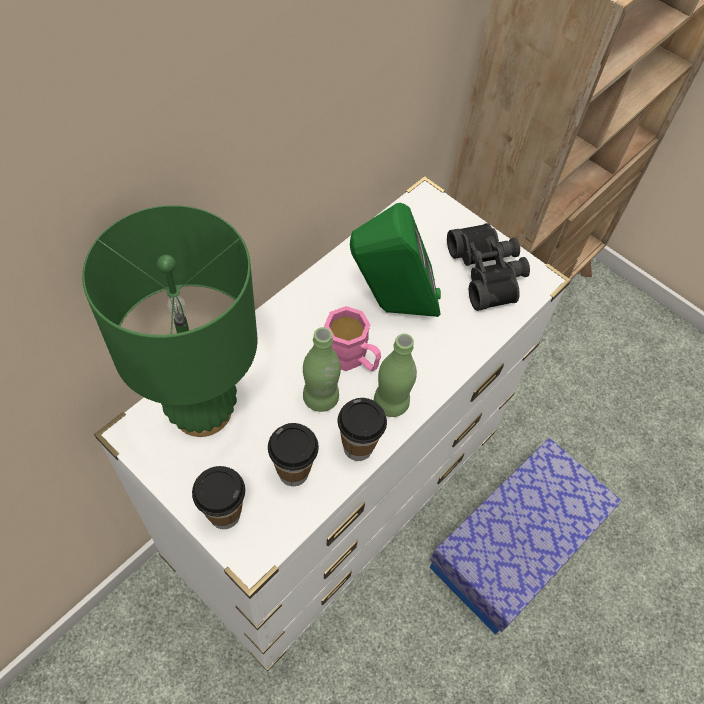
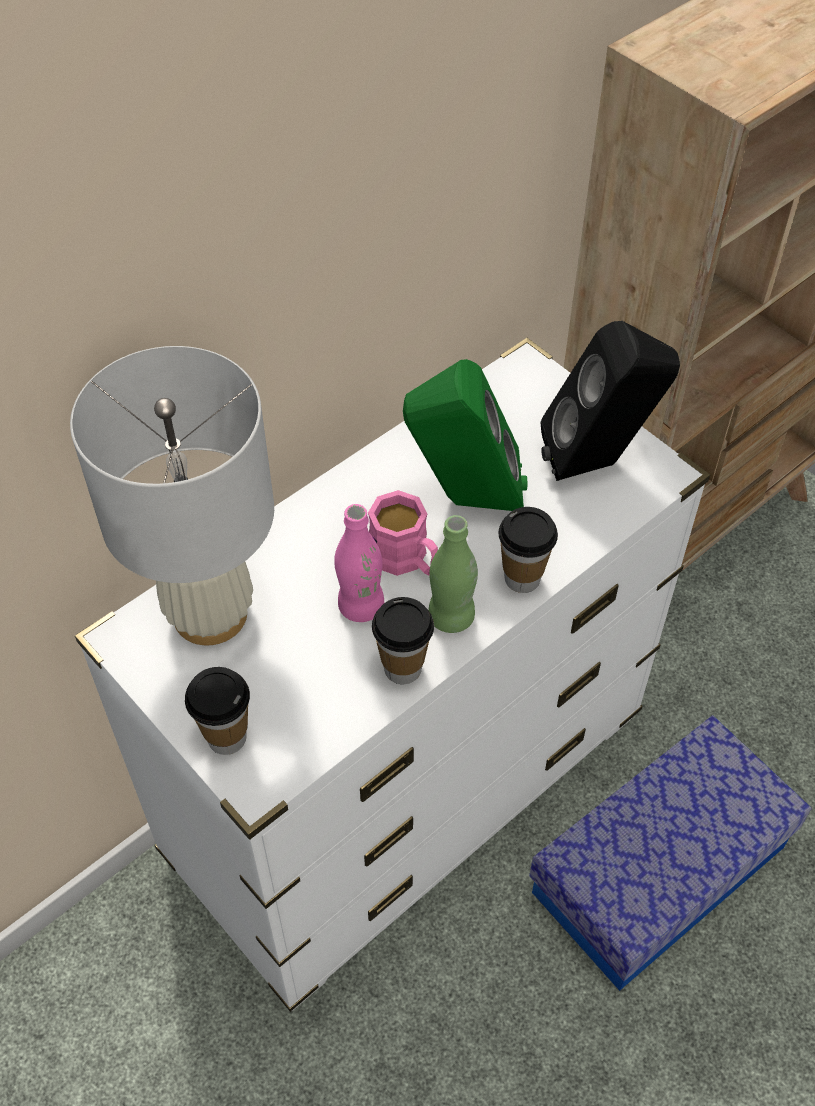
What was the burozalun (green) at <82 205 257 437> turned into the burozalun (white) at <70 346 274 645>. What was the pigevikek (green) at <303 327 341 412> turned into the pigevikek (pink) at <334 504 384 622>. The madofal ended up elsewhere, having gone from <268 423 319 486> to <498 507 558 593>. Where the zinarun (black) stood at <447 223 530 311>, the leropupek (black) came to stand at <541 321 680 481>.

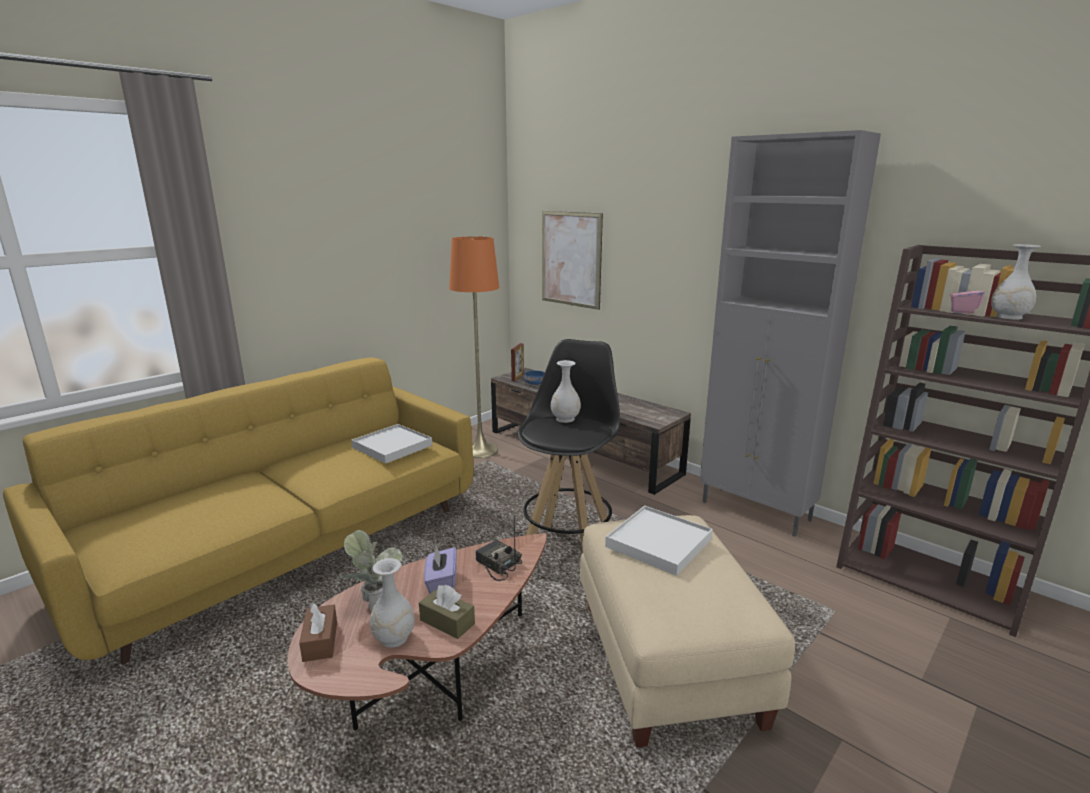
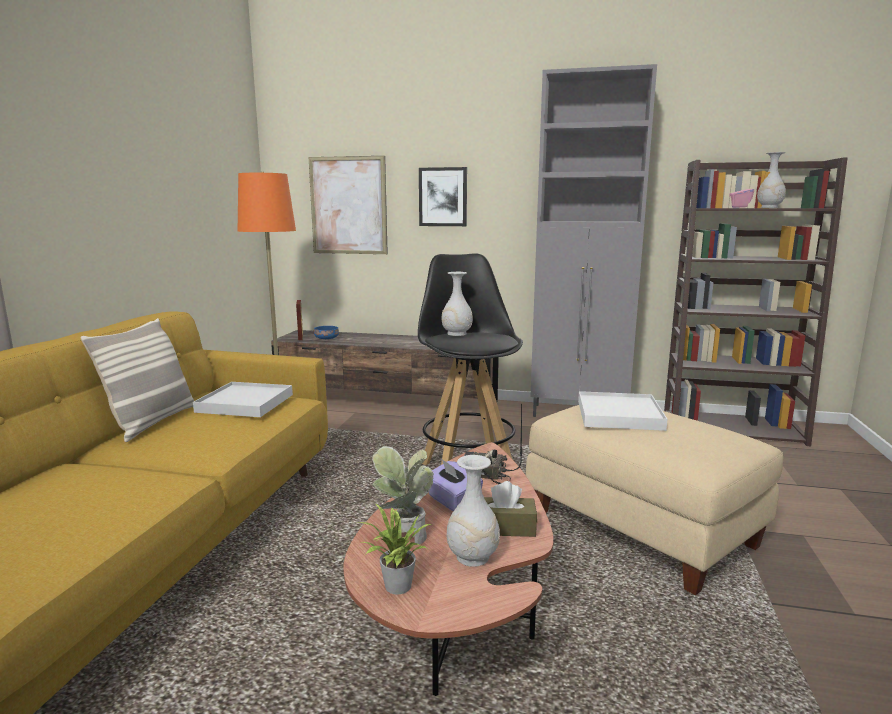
The second view gained the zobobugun at <81 318 194 442>. Where the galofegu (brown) stood at <299 603 337 662>, the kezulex came to stand at <357 503 431 594>. The second view gained the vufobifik at <419 167 467 226>.

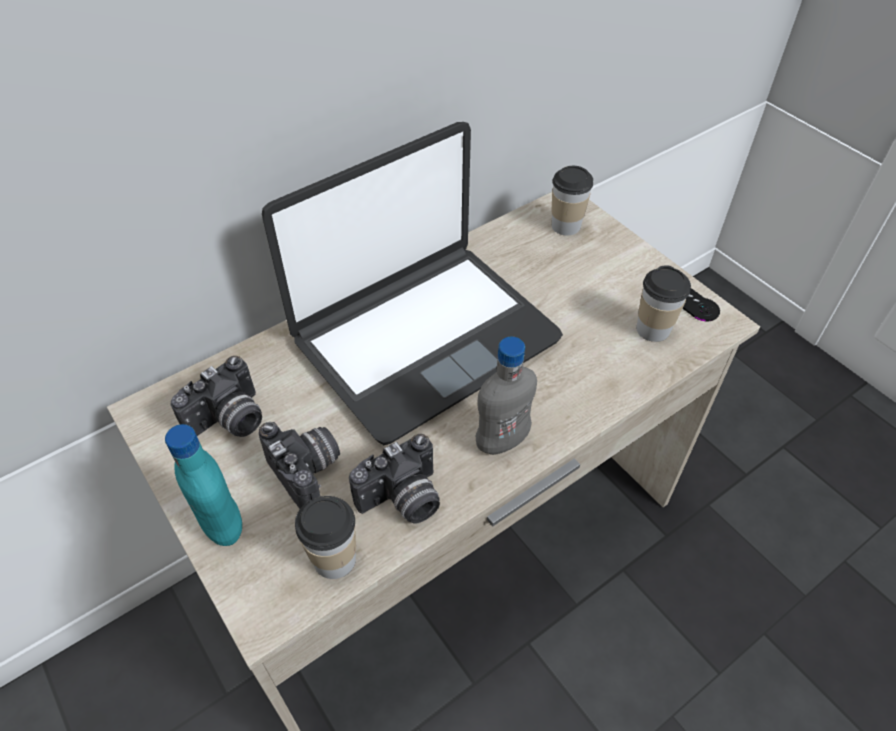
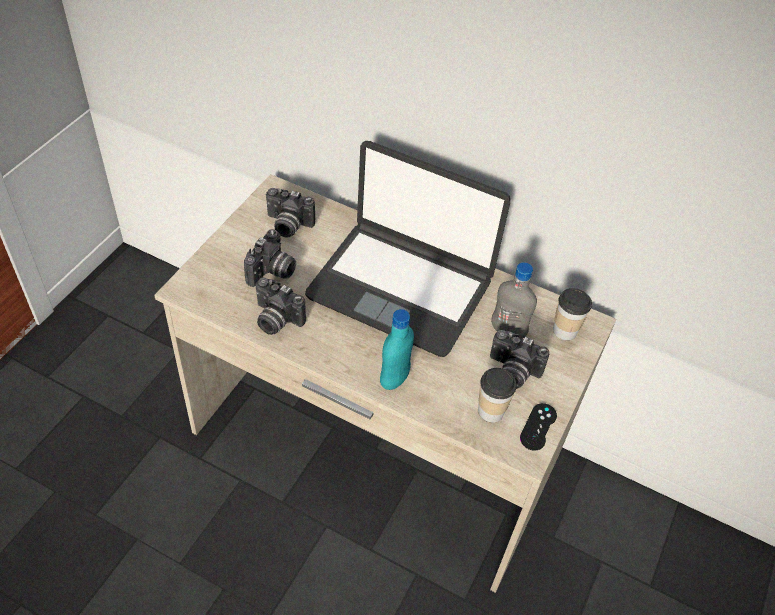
The pigevikek (turquoise) ended up elsewhere, having gone from <165 424 242 546> to <380 309 414 390>. The second view gained the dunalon at <490 330 549 389>. The pigevikek (grey) ended up elsewhere, having gone from <476 337 537 455> to <491 262 537 339>. The second view lost the madofal at <295 496 356 579>.

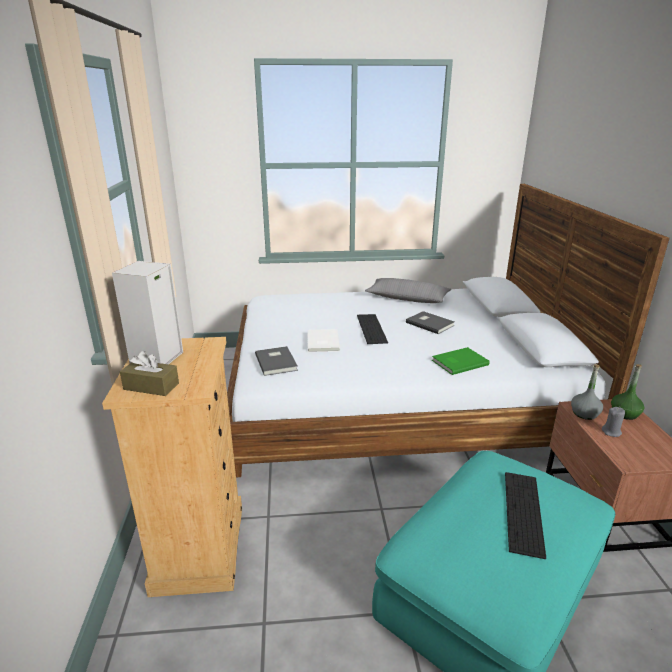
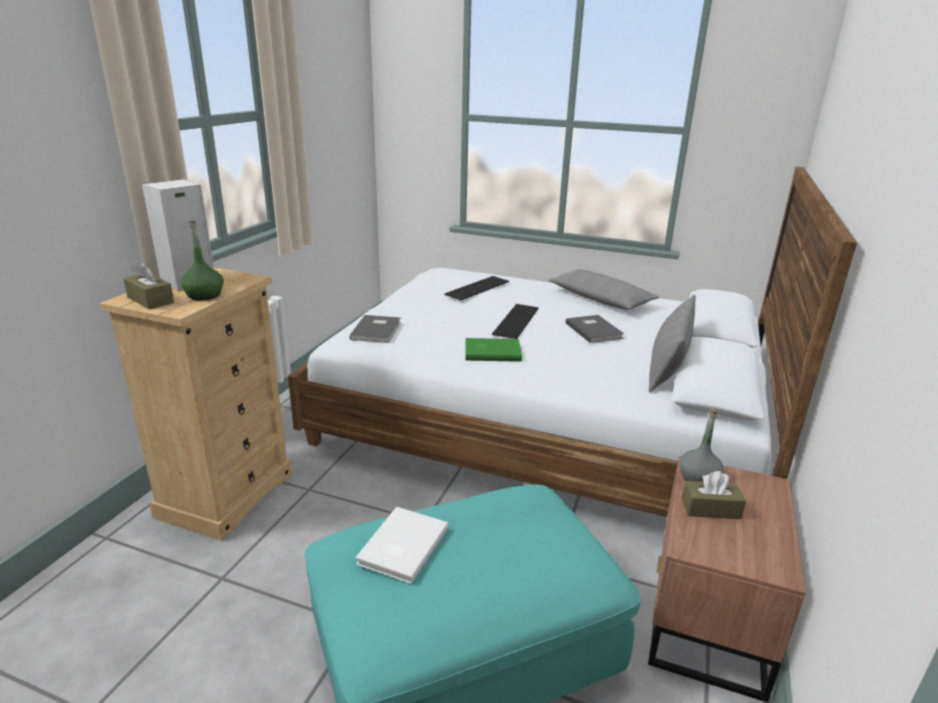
The pigevikek (green) ended up elsewhere, having gone from <611 364 644 420> to <181 221 224 300>. The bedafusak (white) ended up elsewhere, having gone from <308 329 340 352> to <355 507 449 584>. The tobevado ended up elsewhere, having gone from <505 472 546 559> to <444 276 509 300>. The bedafusak (green) ended up elsewhere, having gone from <432 347 490 375> to <465 338 522 362>. The second view gained the zobobugun (grey) at <649 295 696 392>. Where the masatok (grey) stood at <602 407 625 437>, the galofegu (brown) came to stand at <681 471 746 519>.

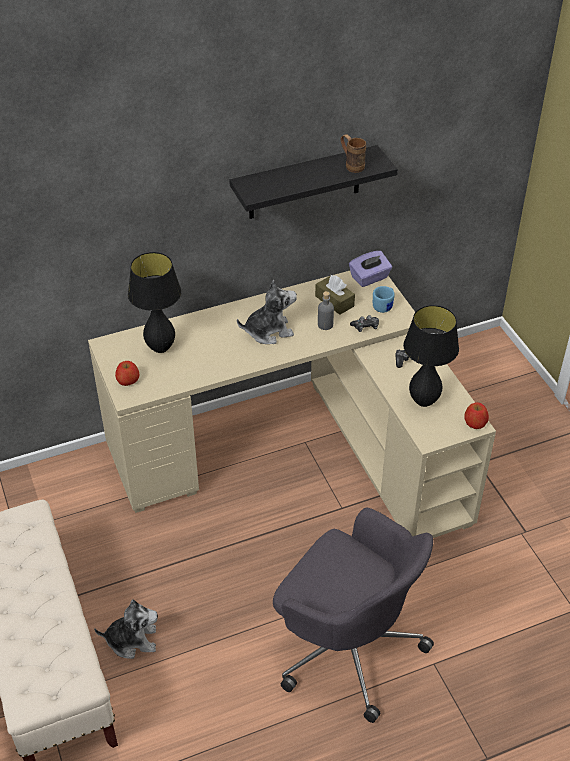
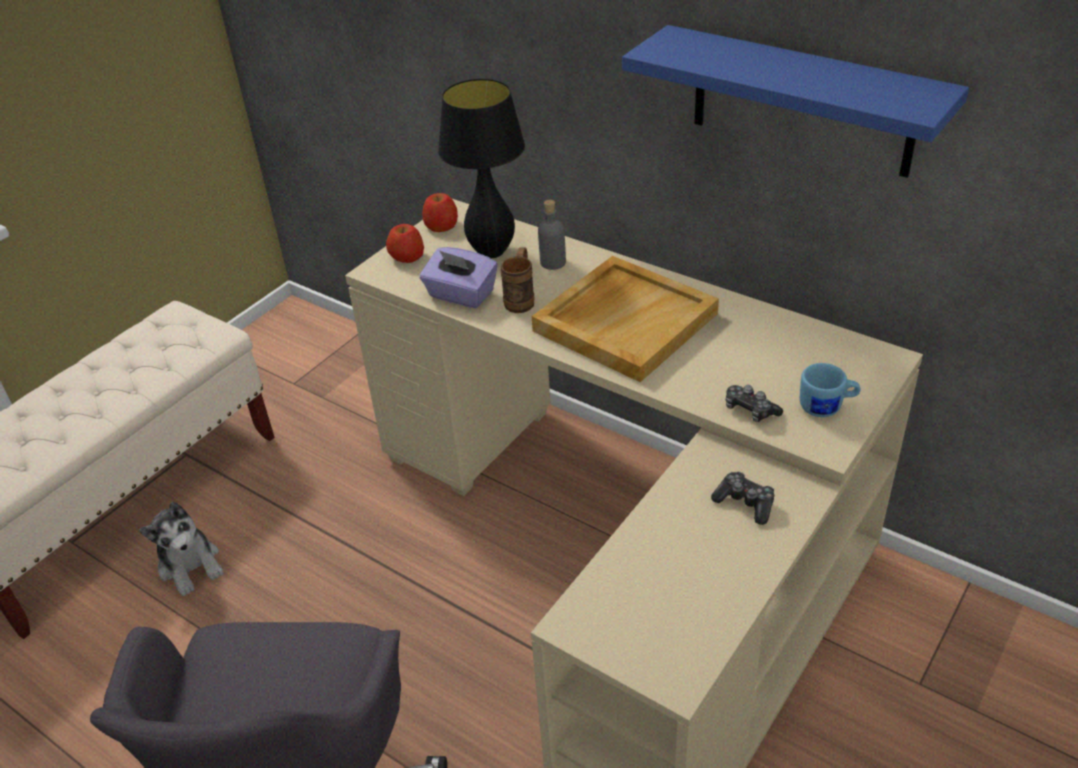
The galofegu (purple) ended up elsewhere, having gone from <349 251 392 287> to <420 247 497 308>. The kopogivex ended up elsewhere, having gone from <464 402 489 429> to <422 193 458 232>. The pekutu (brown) ended up elsewhere, having gone from <341 134 366 173> to <501 247 534 313>. Where the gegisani stood at <237 280 297 344>, the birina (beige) came to stand at <532 256 719 382>. The pigevikek (grey) ended up elsewhere, having gone from <318 291 334 330> to <538 200 566 270>. What was the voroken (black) at <229 145 398 219> turned into the voroken (blue) at <622 25 969 178>. The second view lost the galofegu (brown) at <315 275 355 315>. The second view lost the burozalun (black) at <403 305 459 407>.

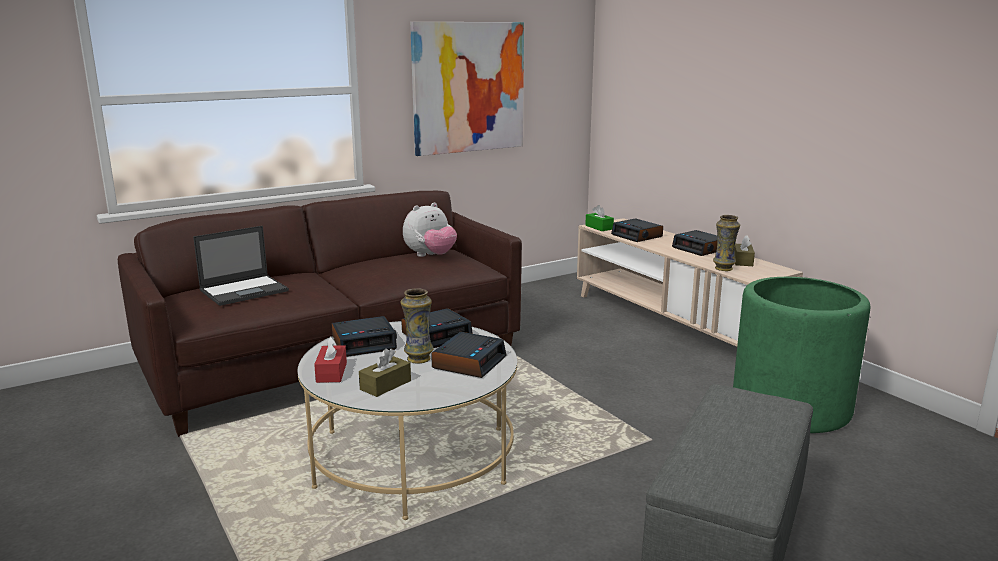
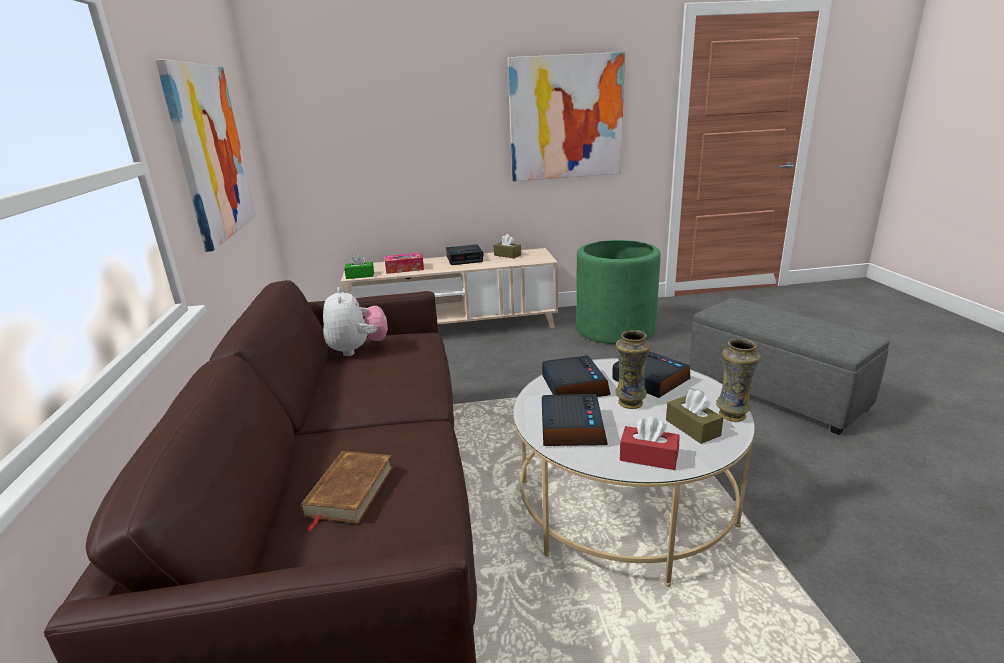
Where the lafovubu stood at <193 226 289 306>, the bedafusak (brown) came to stand at <300 451 393 531>. Where the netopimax stood at <611 219 663 242>, the galofegu came to stand at <385 253 424 274>. The second view gained the vufobifik at <508 52 625 181>. The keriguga ended up elsewhere, having gone from <713 215 740 271> to <716 339 761 422>.

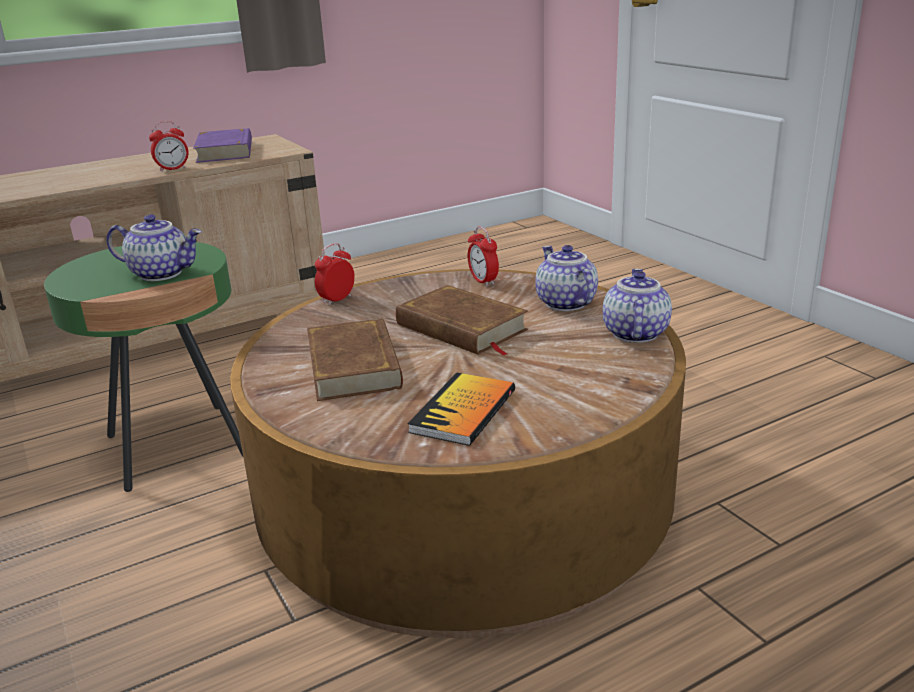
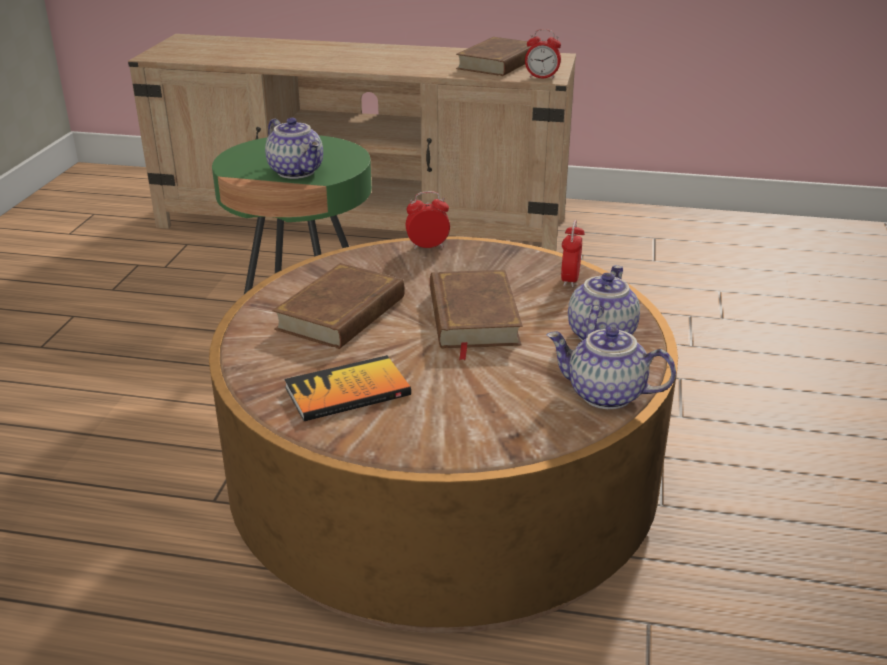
What was the bedafusak (purple) at <193 128 252 163> turned into the bedafusak (brown) at <456 37 531 76>. The netopimax ended up elsewhere, having gone from <149 121 188 172> to <525 29 561 79>. The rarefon at <603 269 672 343> ended up facing another way, 120 degrees counterclockwise from before.

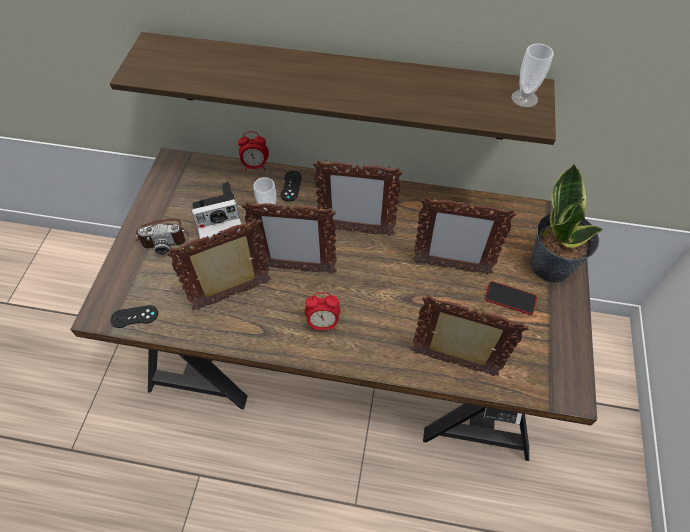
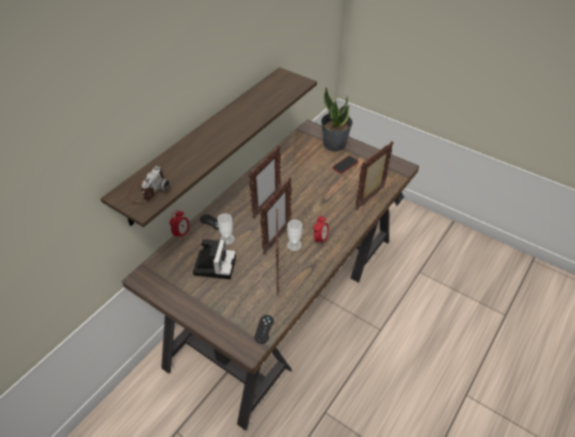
The dunalon ended up elsewhere, having gone from <135 219 190 255> to <127 166 169 203>. The madofal ended up elsewhere, having gone from <512 43 554 108> to <287 220 302 251>. The second view lost the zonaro at <413 197 516 275>.

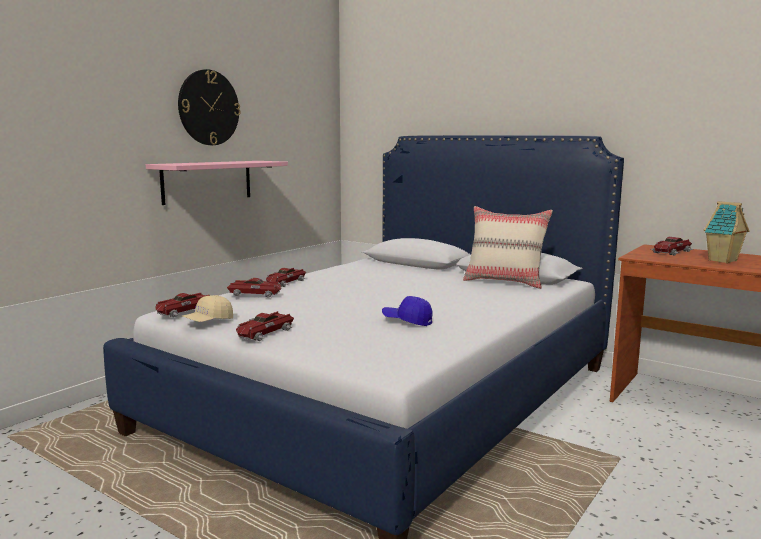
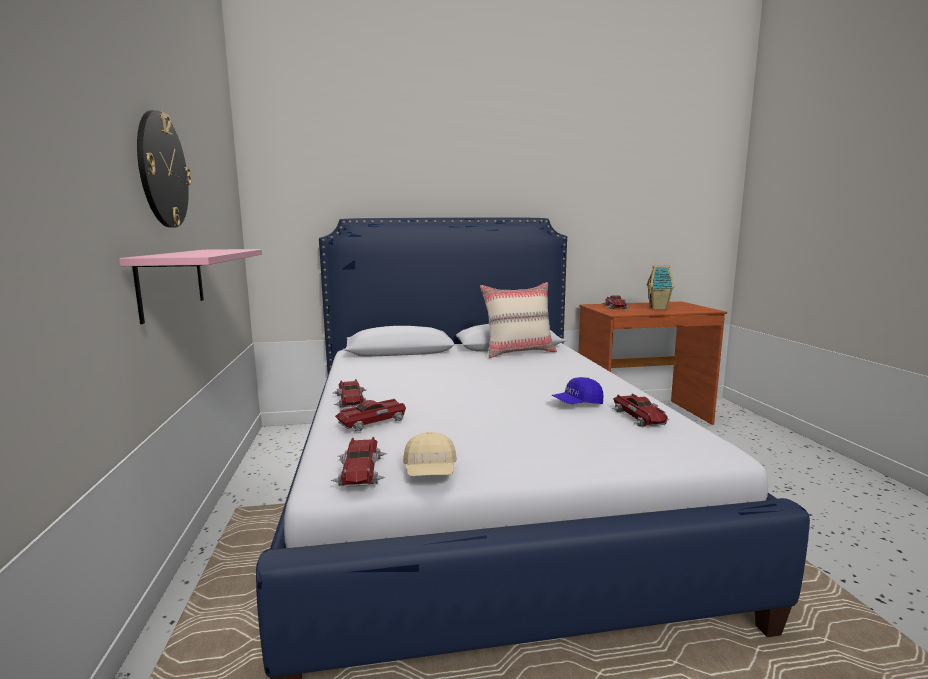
The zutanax ended up elsewhere, having gone from <236 311 294 341> to <611 393 670 428>.

